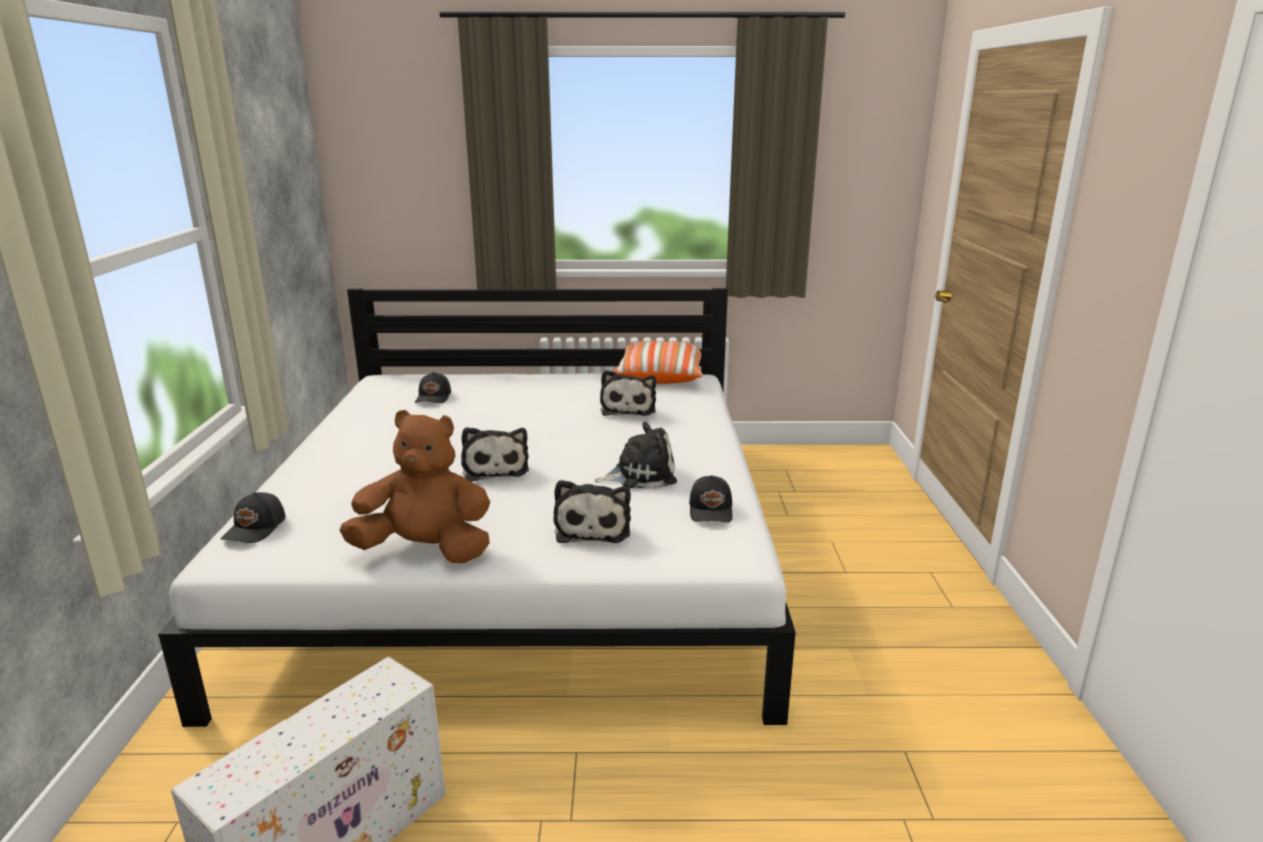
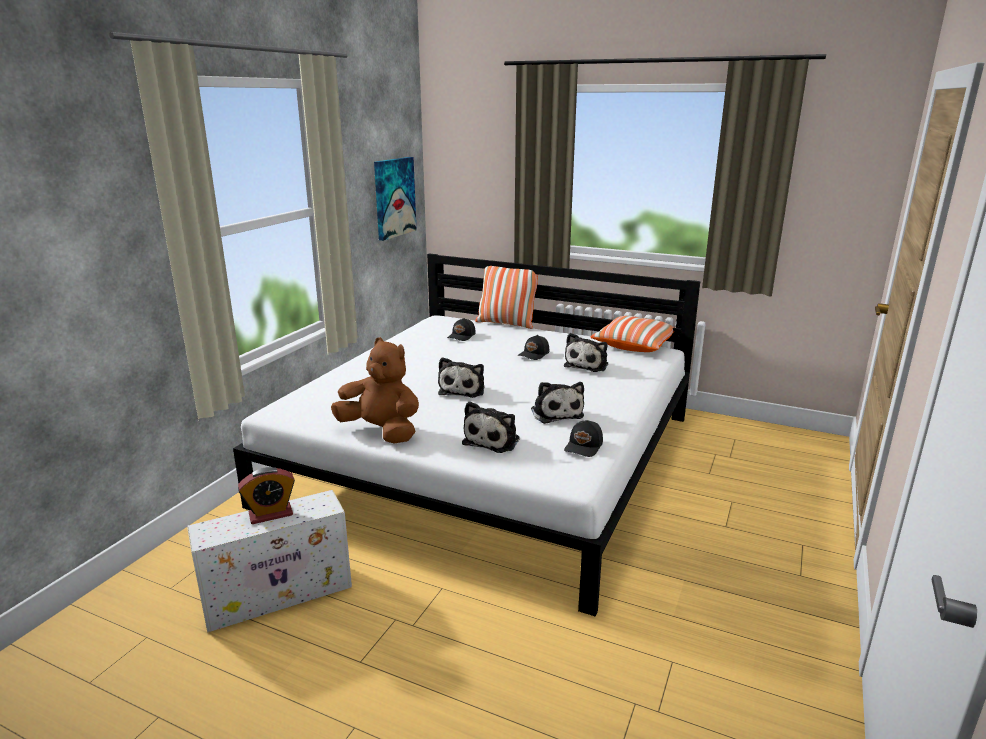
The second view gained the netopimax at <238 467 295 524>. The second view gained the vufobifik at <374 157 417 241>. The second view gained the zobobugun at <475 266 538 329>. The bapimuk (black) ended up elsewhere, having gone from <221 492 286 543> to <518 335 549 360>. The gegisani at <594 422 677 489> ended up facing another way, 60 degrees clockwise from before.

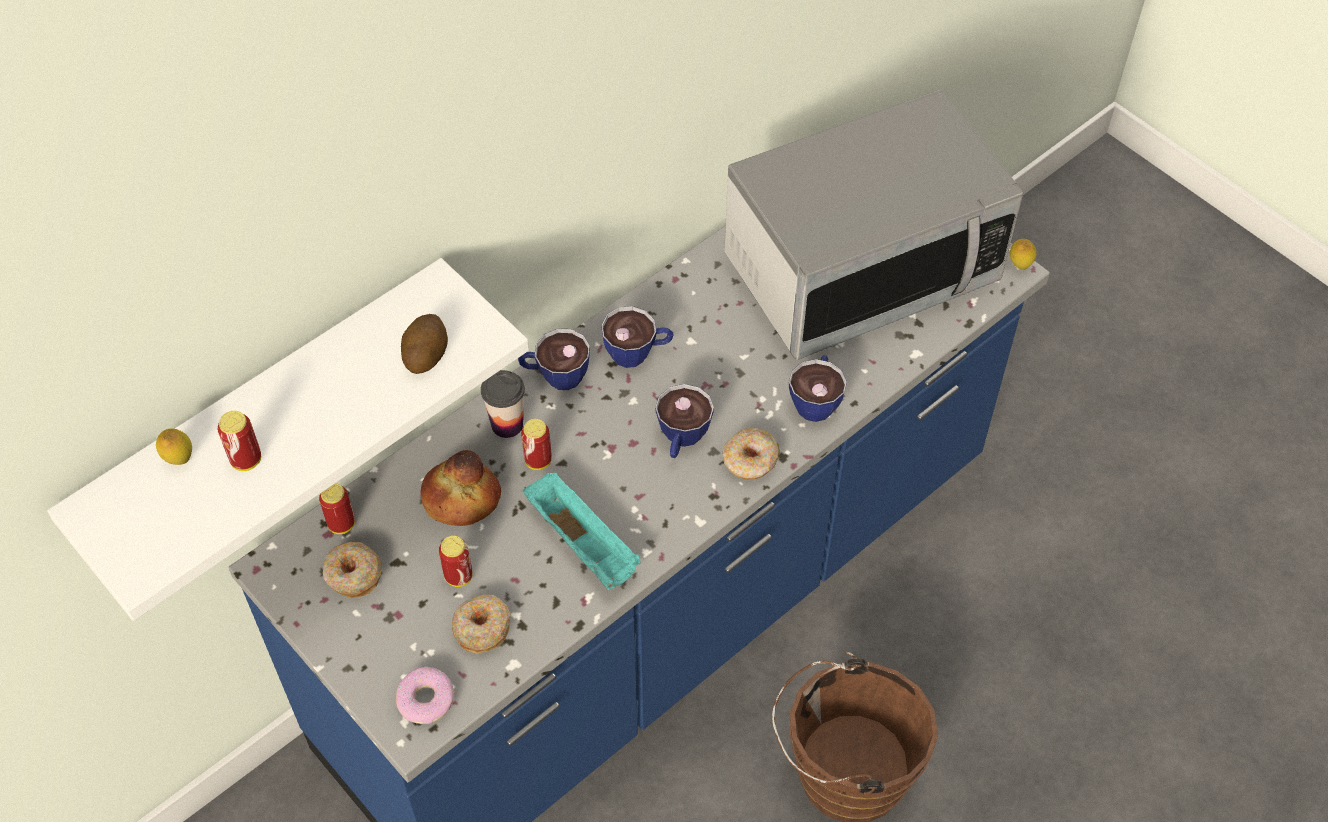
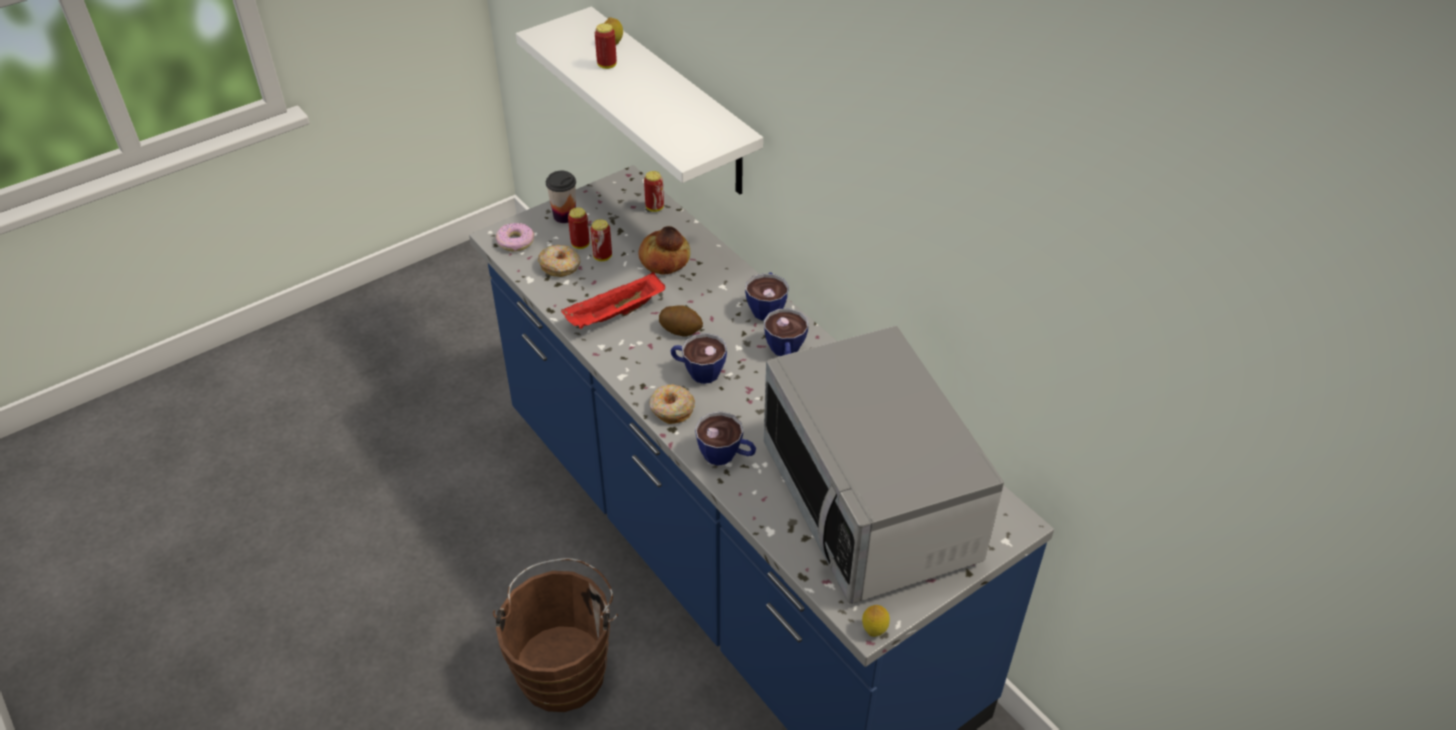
The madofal ended up elsewhere, having gone from <481 370 525 438> to <546 171 576 223>. What was the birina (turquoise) at <523 473 641 590> turned into the birina (red) at <561 272 665 329>. The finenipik ended up elsewhere, having gone from <521 419 552 470> to <568 207 590 249>. The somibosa ended up elsewhere, having gone from <401 314 448 374> to <659 305 703 337>. The second view lost the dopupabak at <323 542 382 598>.

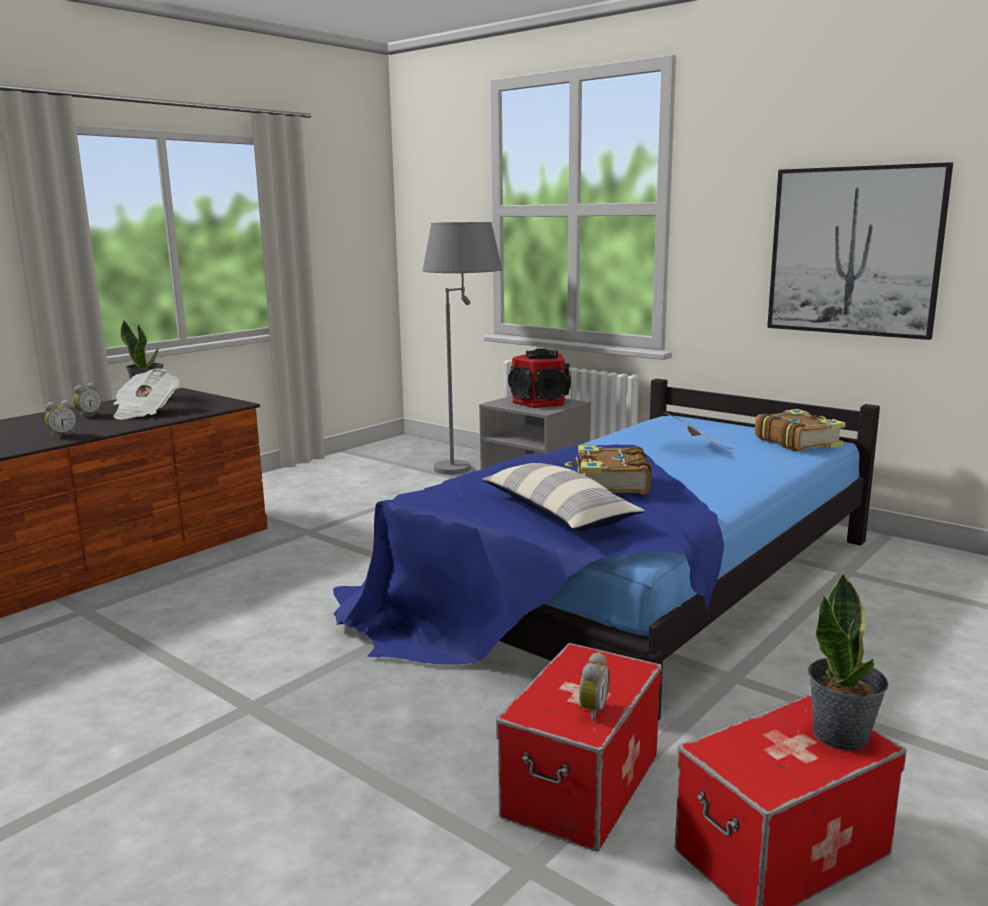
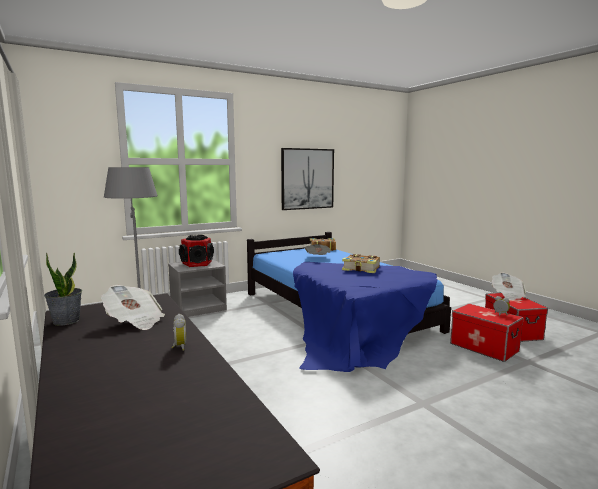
Where the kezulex stood at <808 573 889 751>, the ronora came to stand at <492 272 526 300>. The second view lost the netopimax at <73 383 102 418>. The second view lost the zobobugun at <482 463 645 531>.

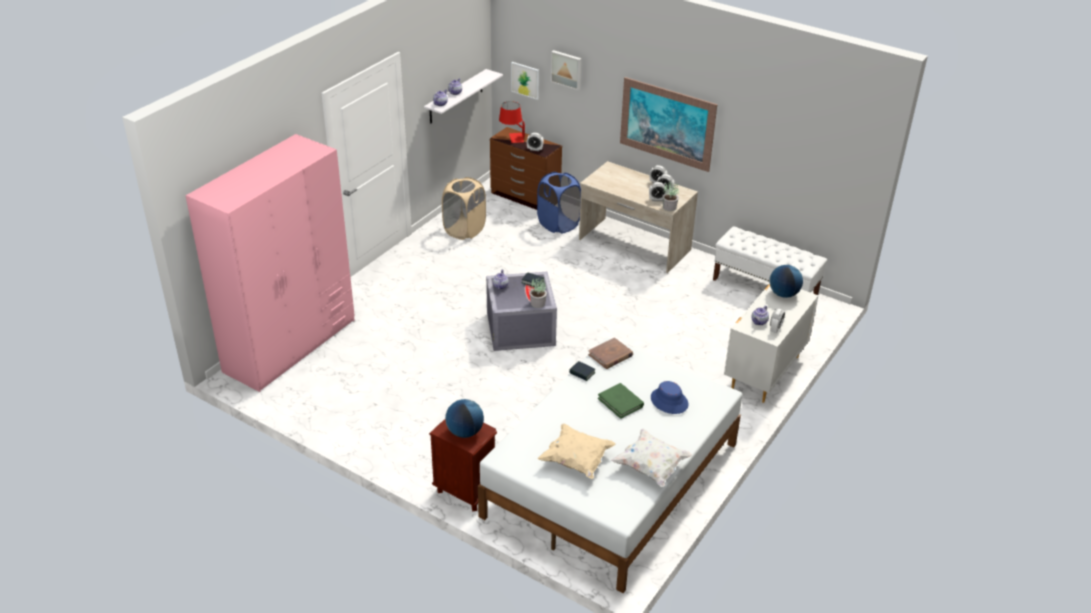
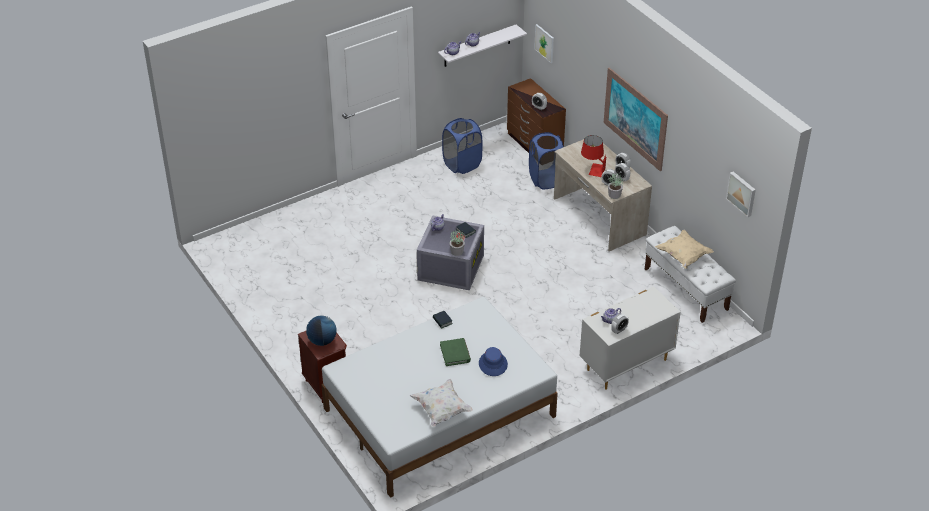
What was the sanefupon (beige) at <442 177 486 240> turned into the sanefupon (blue) at <442 118 482 174>. The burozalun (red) ended up elsewhere, having gone from <499 101 525 143> to <581 135 606 177>. The zobobugun (beige) ended up elsewhere, having gone from <537 423 616 479> to <655 230 714 269>. The vufobifik ended up elsewhere, having gone from <551 50 581 90> to <726 172 756 217>. The second view lost the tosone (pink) at <185 134 355 392>. The second view lost the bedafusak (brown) at <588 338 633 369>. The second view lost the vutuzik at <769 265 803 298>.

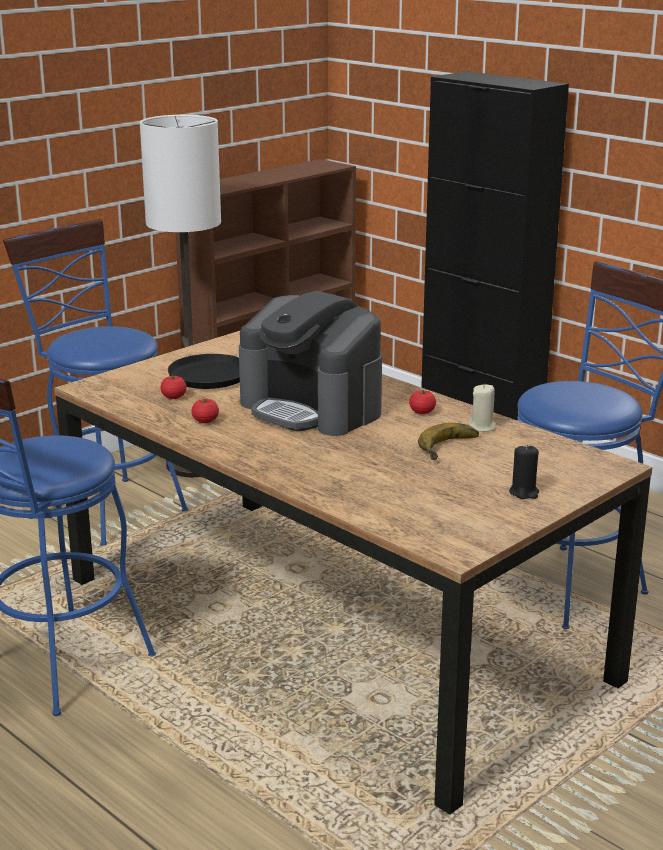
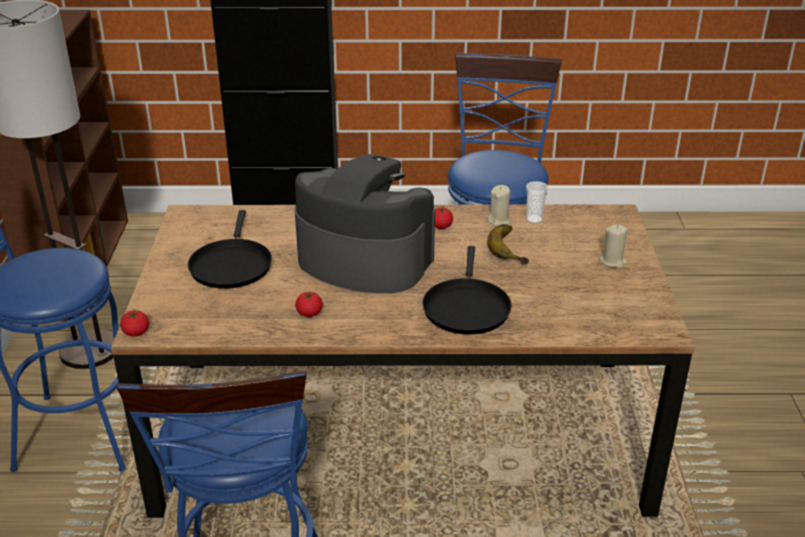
The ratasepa ended up elsewhere, having gone from <160 375 187 399> to <120 310 149 337>. The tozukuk at <239 291 382 436> ended up facing another way, 150 degrees counterclockwise from before. The second view gained the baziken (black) at <423 246 512 335>. The second view gained the madofal at <526 181 548 224>. What was the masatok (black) at <509 444 539 499> turned into the masatok (beige) at <599 224 627 268>.

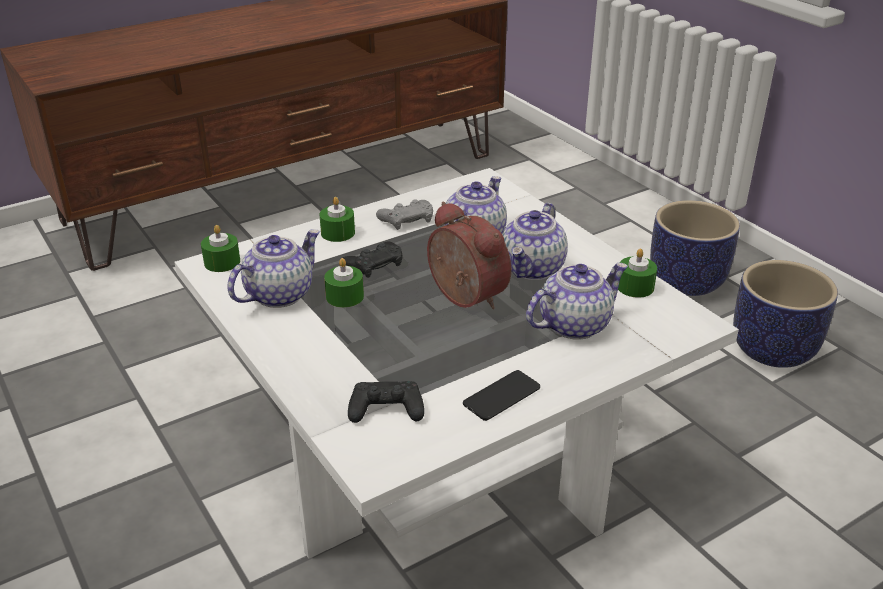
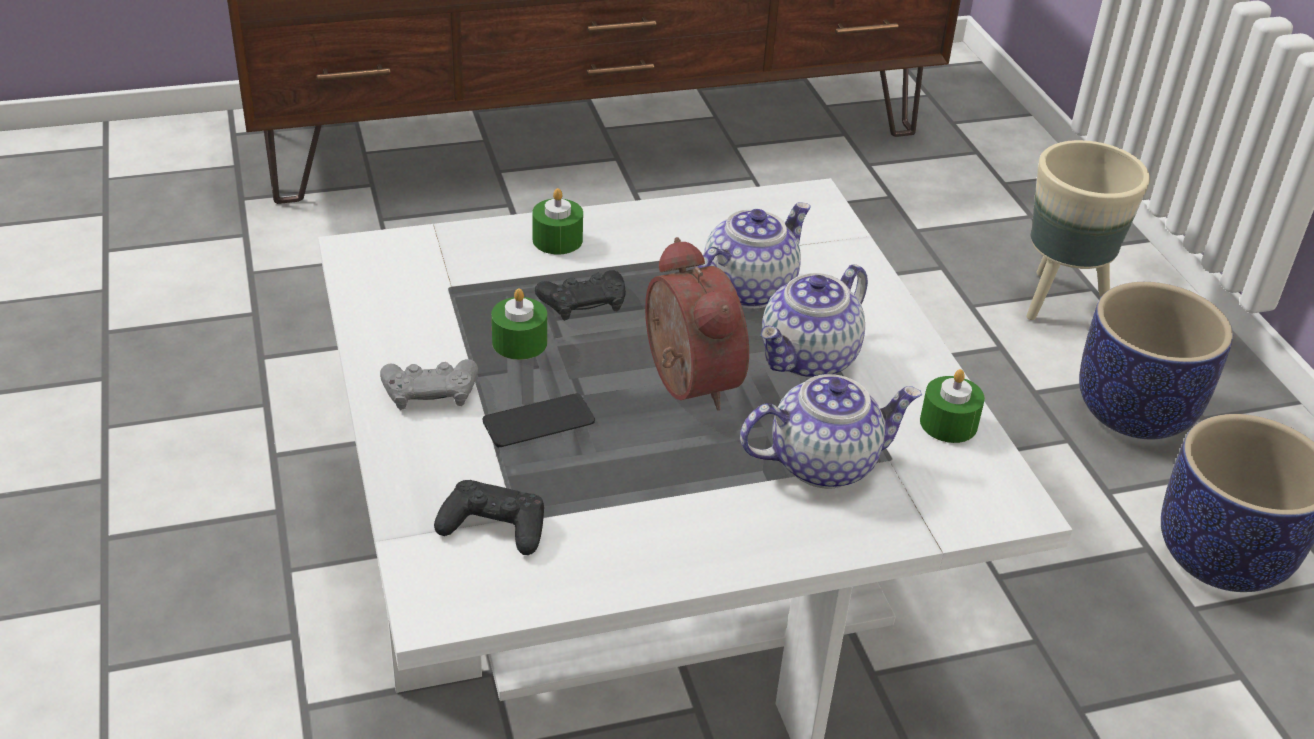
The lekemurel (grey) ended up elsewhere, having gone from <376 199 433 230> to <380 359 478 410>. The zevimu ended up elsewhere, having gone from <463 370 540 421> to <483 393 595 447>. The second view gained the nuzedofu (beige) at <1026 140 1150 320>. The second view lost the masatok (green) at <201 225 240 272>. The second view lost the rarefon at <227 229 320 308>.

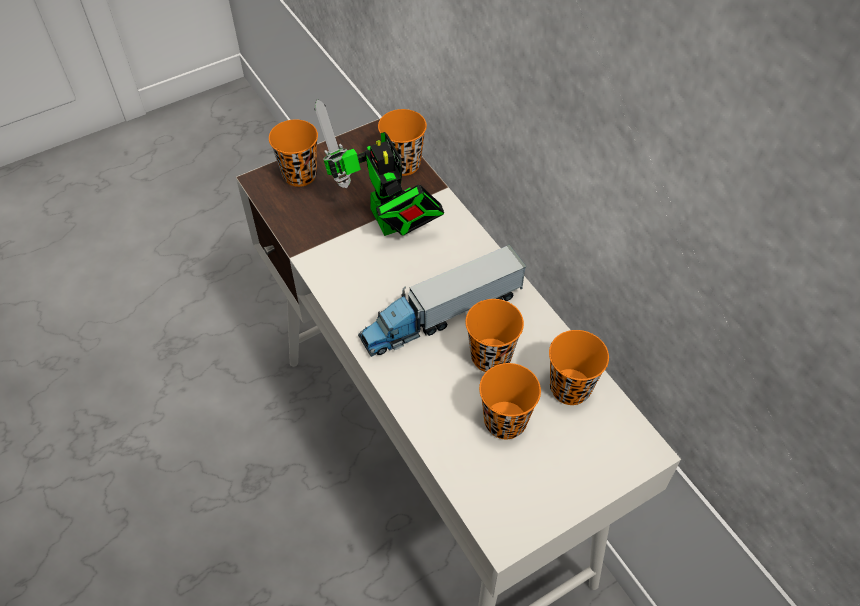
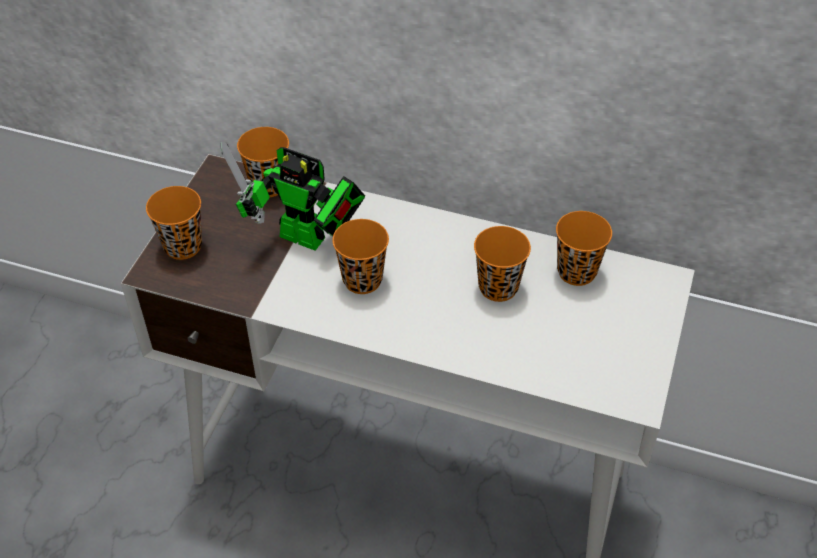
The madofal (orange) ended up elsewhere, having gone from <479 363 541 439> to <332 219 389 294>. The second view lost the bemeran at <358 244 527 357>.

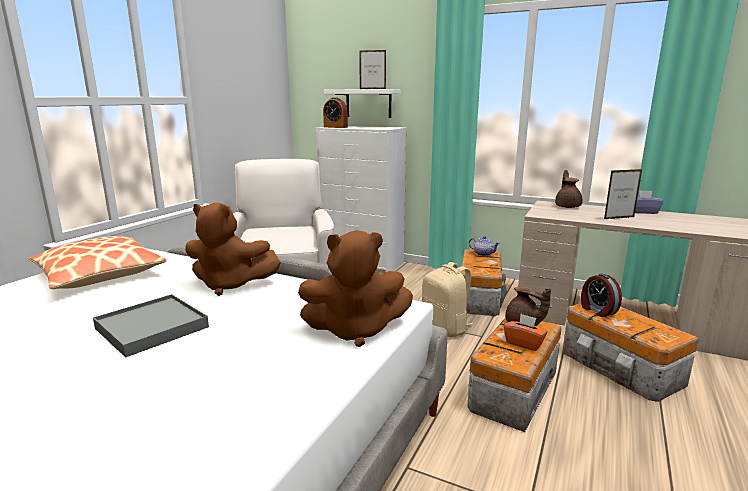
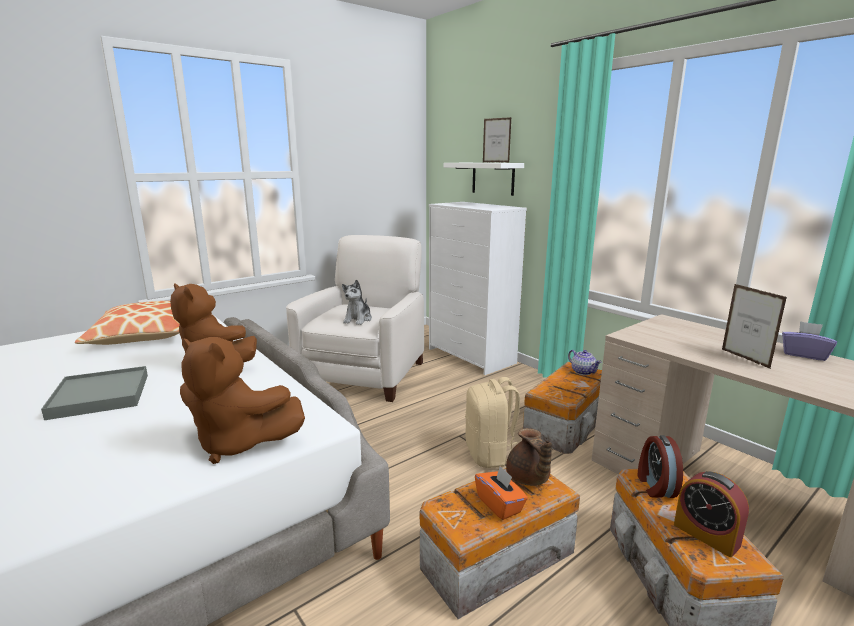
The second view gained the gegisani at <342 280 372 325>. The netopimax ended up elsewhere, having gone from <323 97 348 128> to <674 471 749 557>. The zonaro at <604 169 642 219> ended up facing another way, 120 degrees counterclockwise from before. The second view lost the rarefon (brown) at <555 170 583 208>.

